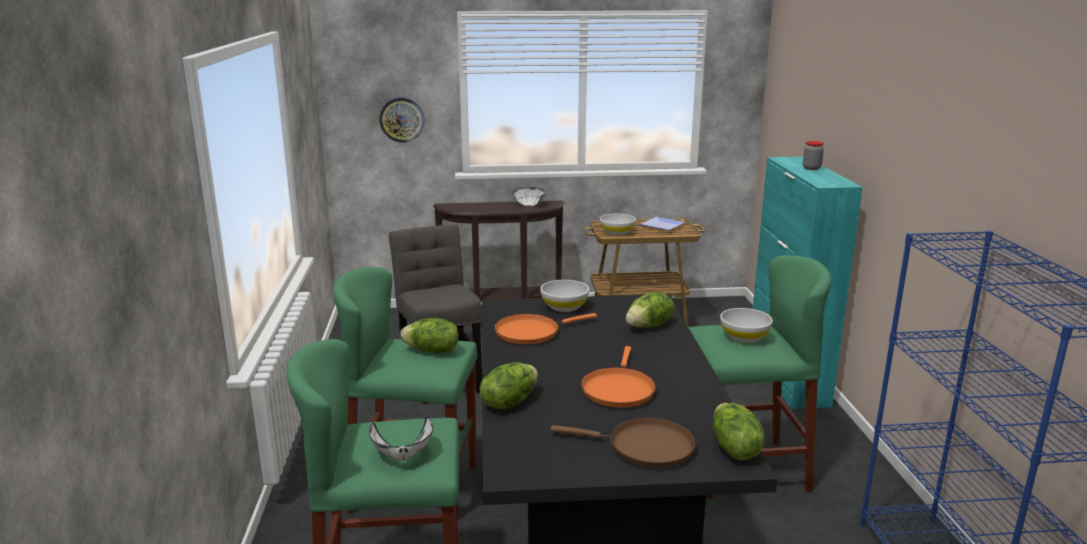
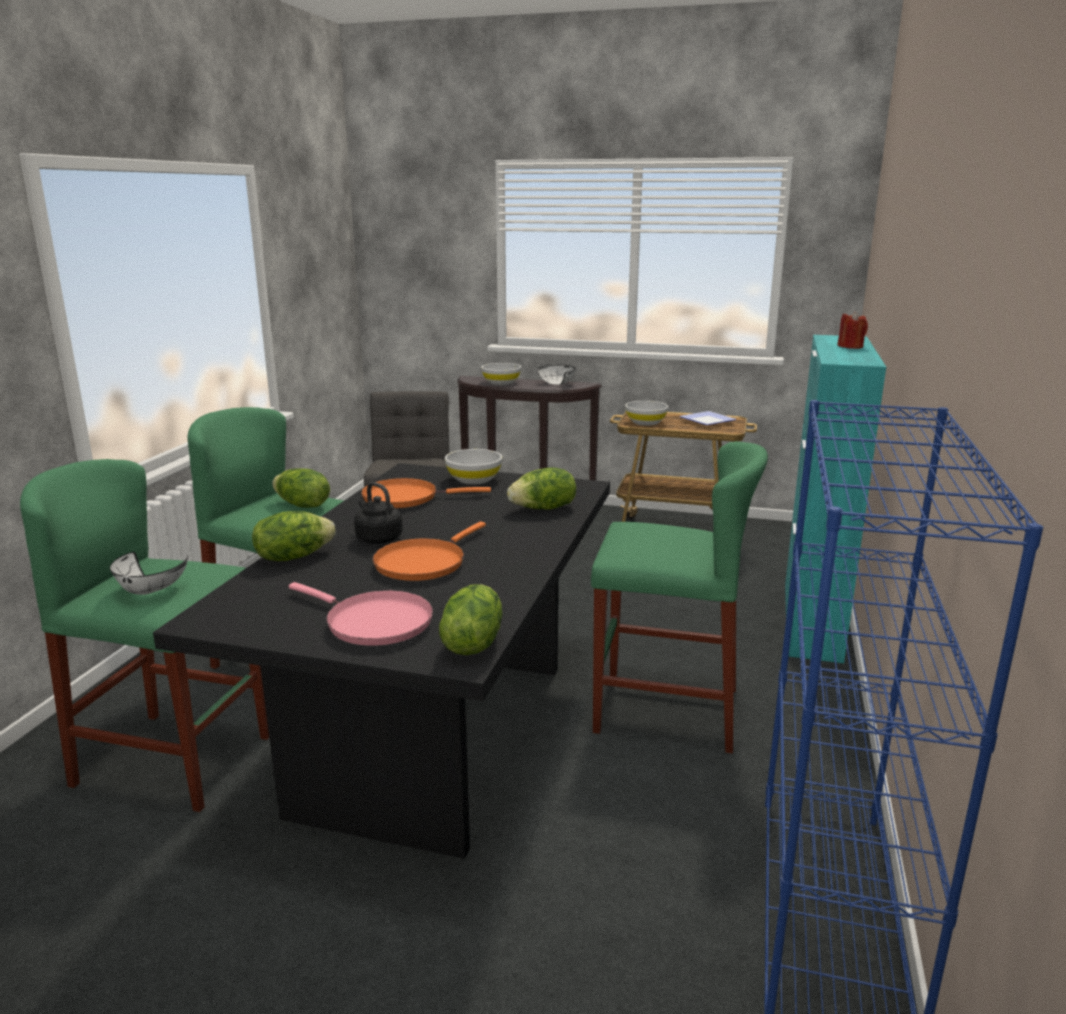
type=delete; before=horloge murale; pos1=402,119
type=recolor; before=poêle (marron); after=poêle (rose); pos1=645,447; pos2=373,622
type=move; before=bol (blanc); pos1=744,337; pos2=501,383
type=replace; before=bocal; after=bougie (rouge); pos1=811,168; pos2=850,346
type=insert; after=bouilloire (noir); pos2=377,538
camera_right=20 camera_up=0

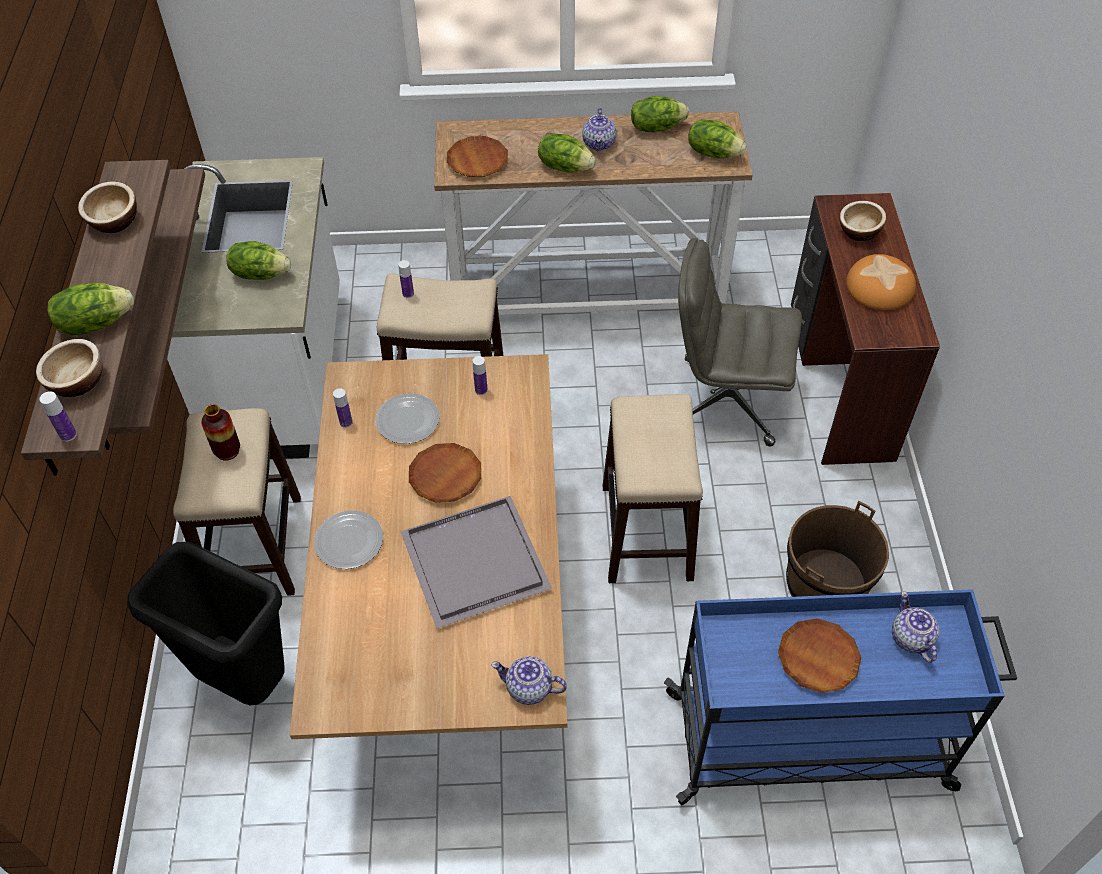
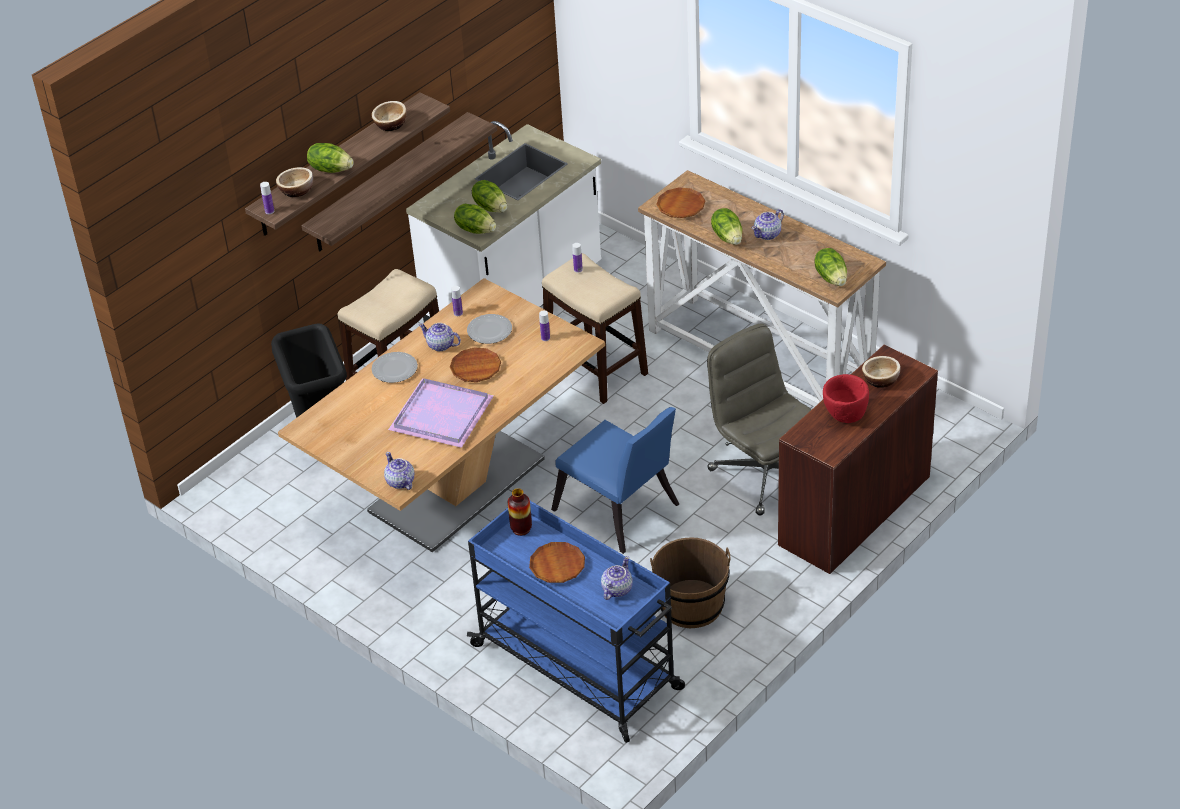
type=move; before=vase; pos1=227,451; pos2=521,529
type=recolor; before=plateau (gris); after=plateau (violet); pos1=476,560; pos2=443,414
type=replace; before=tabouret; after=chaise (bleu); pos1=646,533; pos2=620,512
type=move; before=laitue; pos1=656,127; pos2=475,229
type=replace; before=pain; after=bol (rouge); pos1=879,287; pos2=844,417
type=insert; after=théière; pos2=441,345
camera_right=45 camera_up=-10

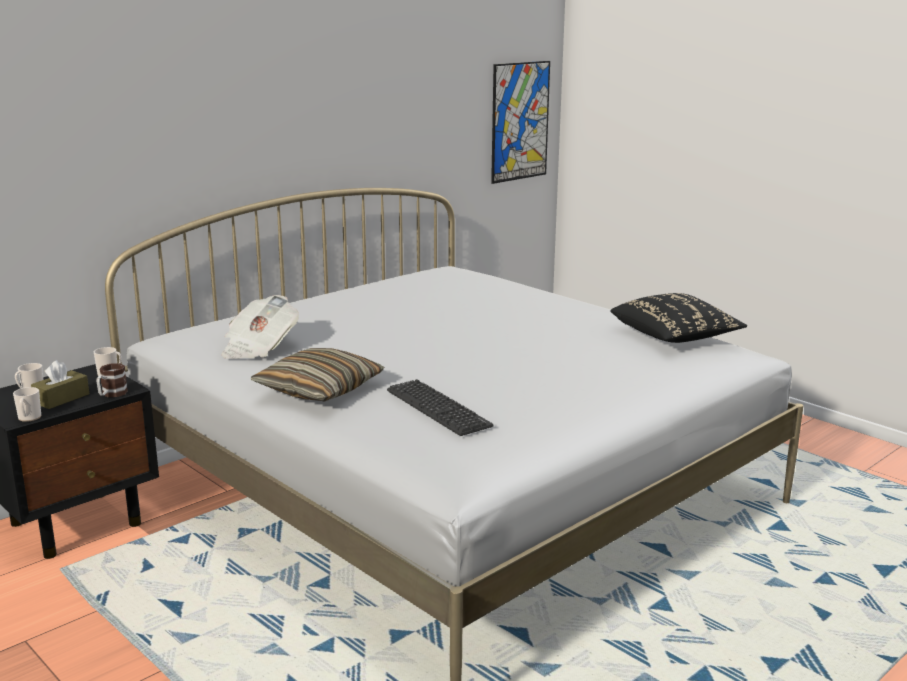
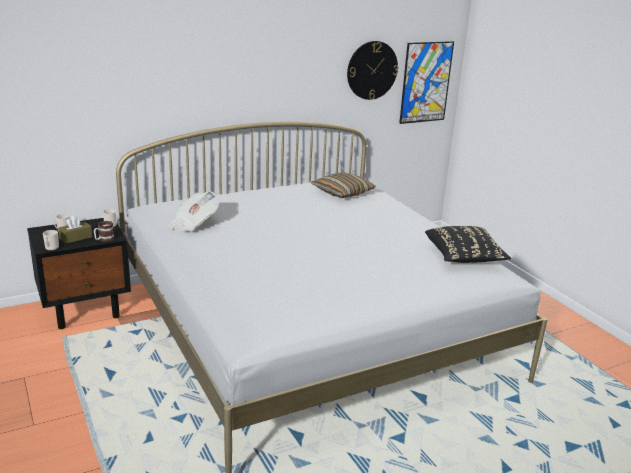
type=move; before=coussin; pos1=319,389; pos2=342,192
type=delete; before=clavier; pos1=438,408
type=insert; after=horloge murale; pos2=372,70
camera_right=15 camera_up=5

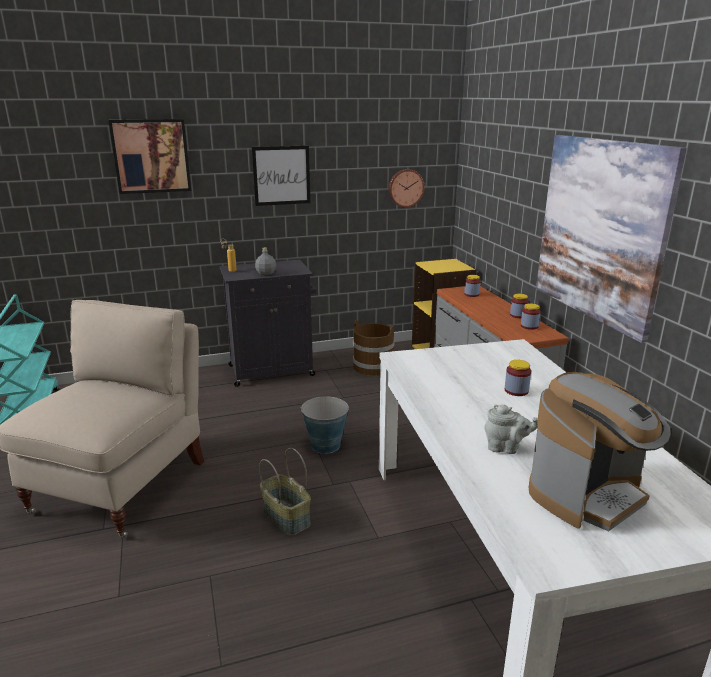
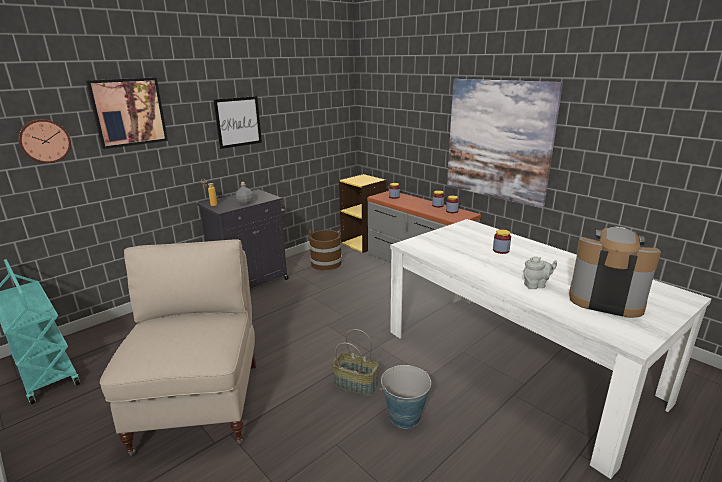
type=move; before=seau; pos1=325,445; pos2=404,417
type=move; before=horloge murale; pos1=405,188; pos2=44,141
type=rotate; before=machine à café; pos1=587,494; pos2=605,299; turn=-90
camera_right=-25 camera_up=0

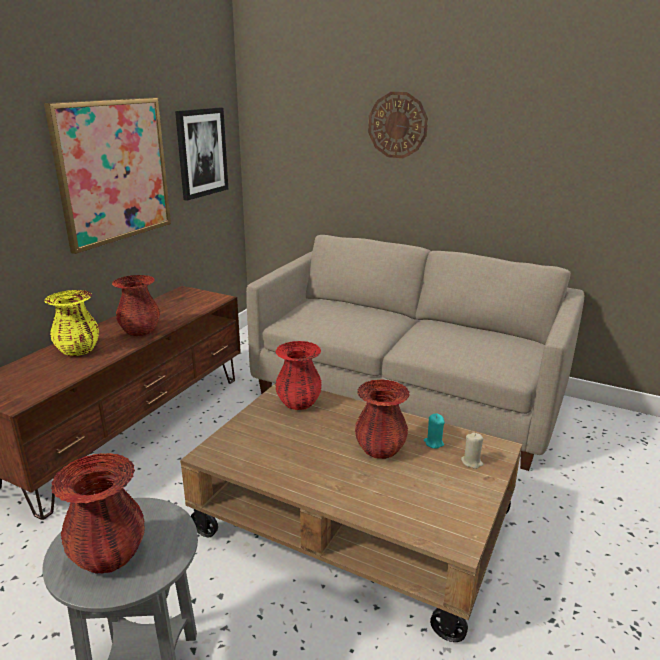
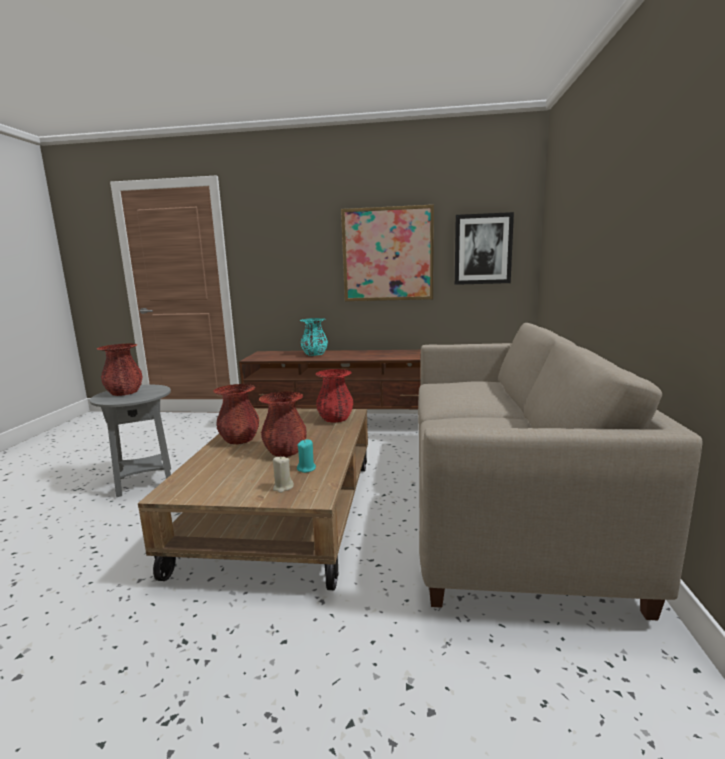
type=recolor; before=vase (jaune); after=vase (turquoise); pos1=78,350; pos2=314,354
type=move; before=vase (rouge); pos1=140,331; pos2=239,440
type=delete; before=horloge murale; pos1=397,125
camera_right=70 camera_up=-10

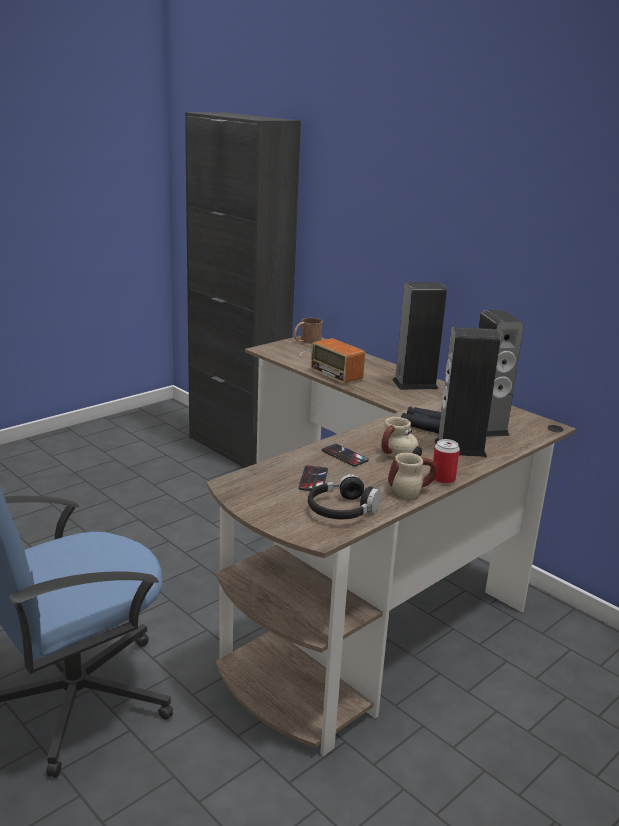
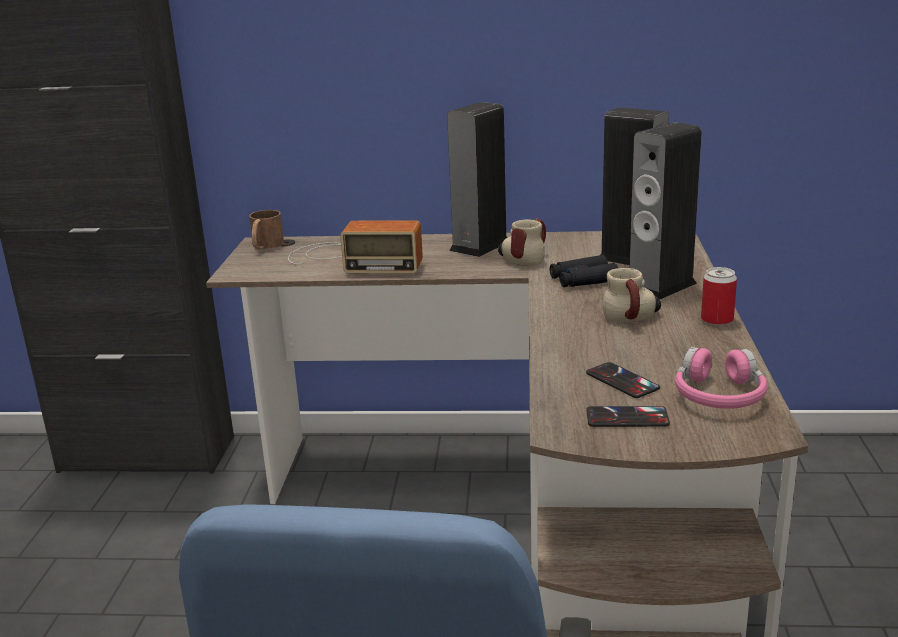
type=recolor; before=casque audio (noir); after=casque audio (rose); pos1=342,510; pos2=719,395
type=move; before=téléphone; pos1=344,455; pos2=627,418
type=move; before=mug; pos1=409,488; pos2=524,259
camera_right=-40 camera_up=0

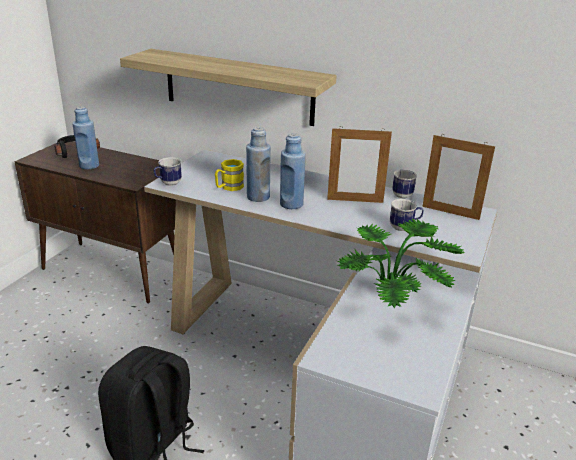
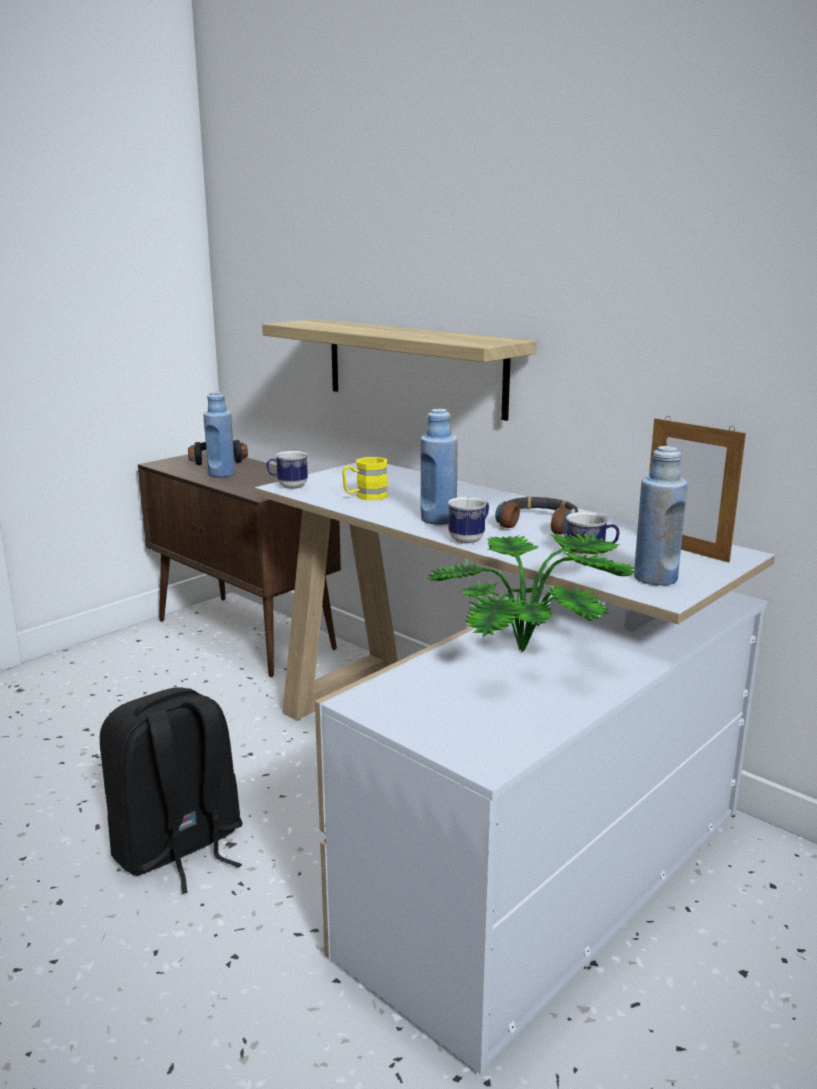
type=move; before=bouteille (bleu); pos1=258,197; pos2=655,578
type=replace; before=cadre photo; after=casque audio; pos1=355,200; pos2=539,524
type=move; before=mug; pos1=403,194; pos2=470,539
camera_right=20 camera_up=-10

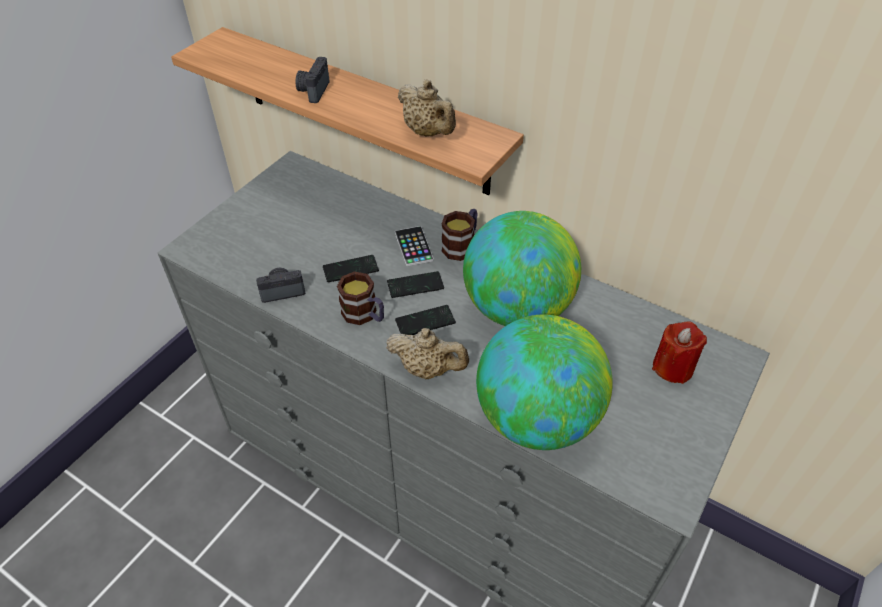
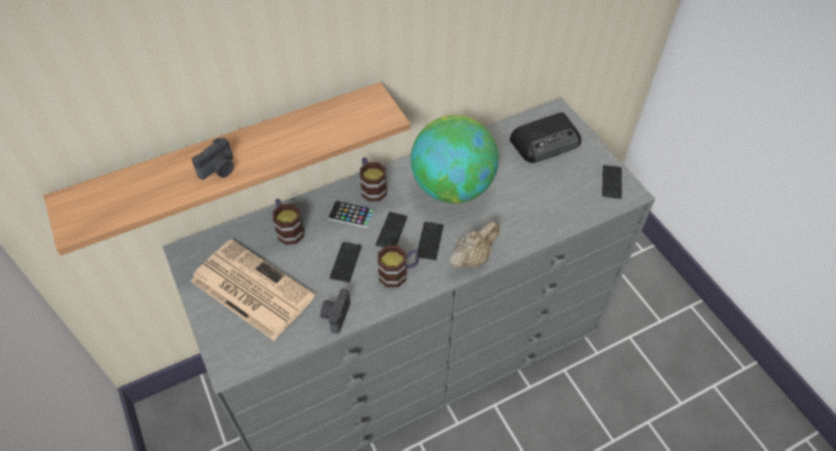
type=rotate; before=appareil photo; pos1=313,91; pos2=219,169; turn=-90
type=delete; before=théière (beige); pos1=428,132
type=delete; before=globe; pos1=536,418
type=replace; before=bougie (rouge); after=radio; pos1=672,367; pos2=546,142
type=insert; after=journal; pos2=250,288
type=insert; after=mug; pos2=288,229
type=insert; after=téléphone; pos2=611,182
camera_right=-60 camera_up=5

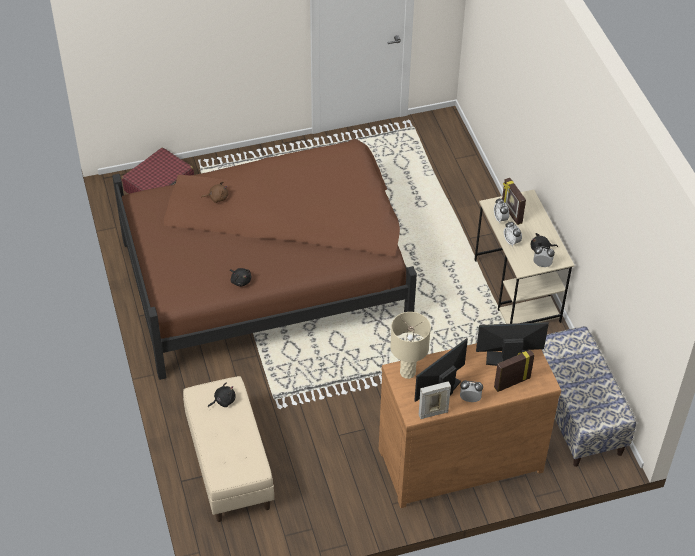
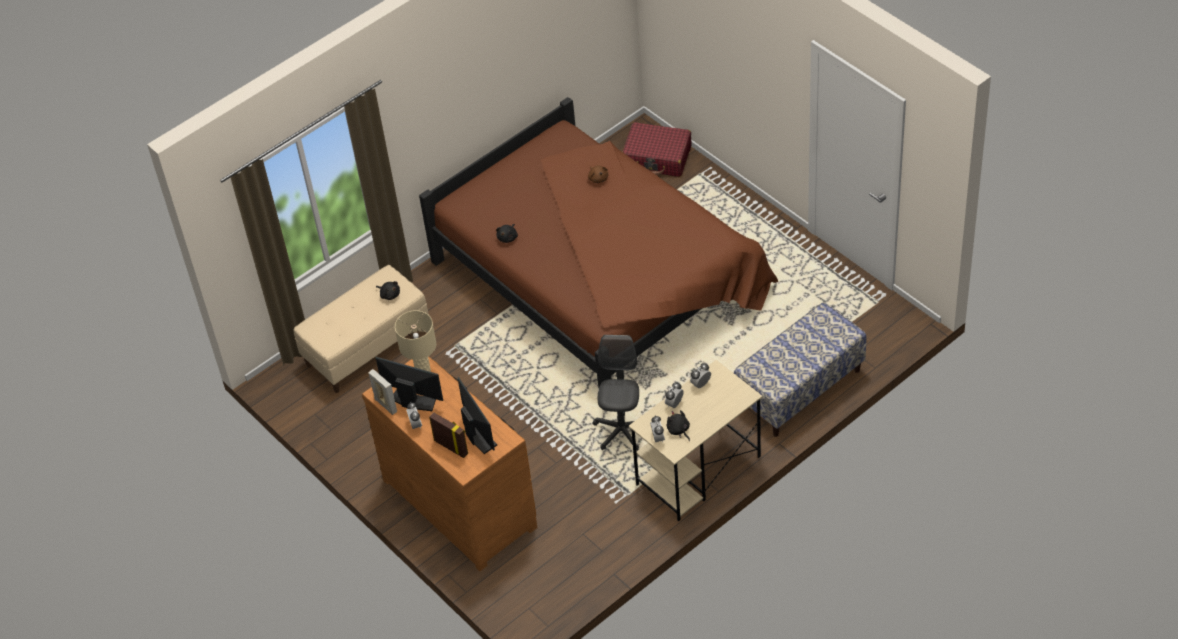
type=delete; before=cadre photo; pos1=511,213
type=move; before=banc; pos1=576,414; pos2=800,389
type=insert; after=chaise de bureau (gris); pos2=622,431
camera_right=70 camera_up=0

